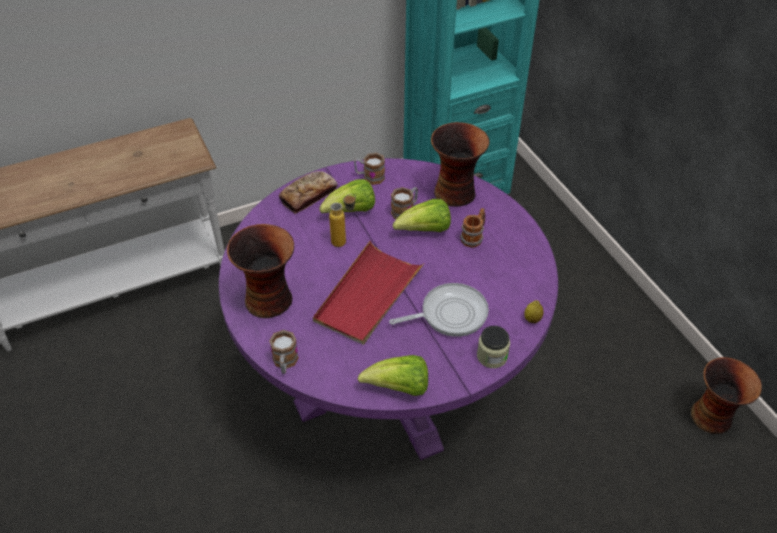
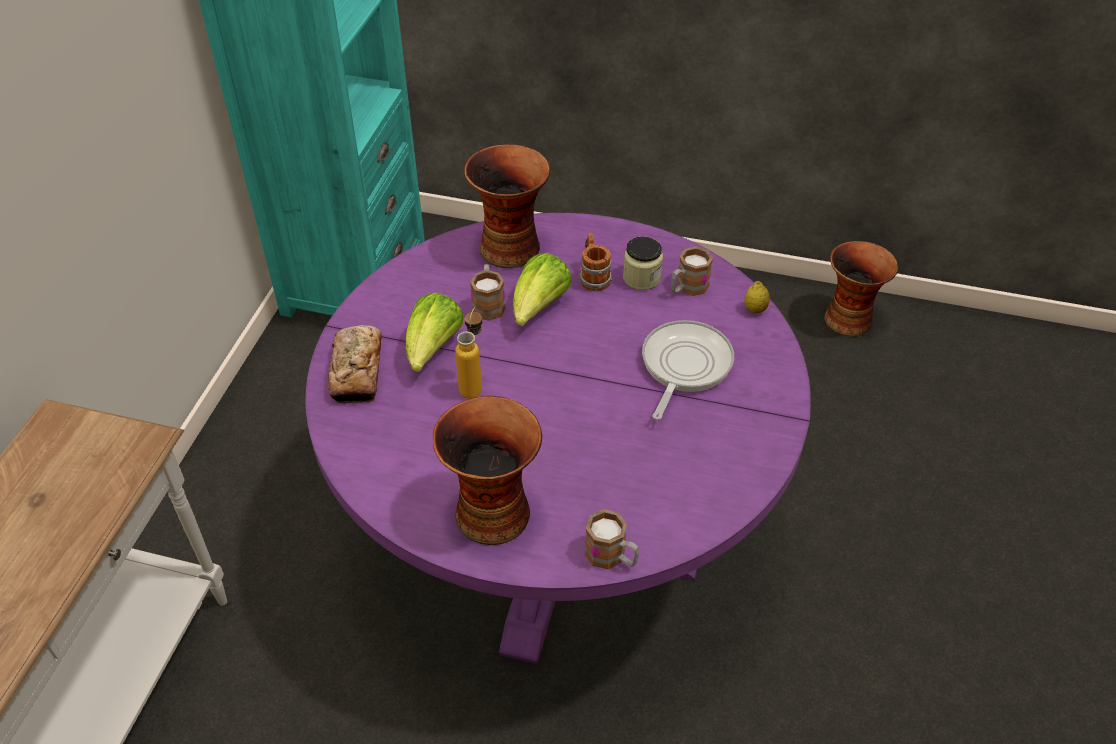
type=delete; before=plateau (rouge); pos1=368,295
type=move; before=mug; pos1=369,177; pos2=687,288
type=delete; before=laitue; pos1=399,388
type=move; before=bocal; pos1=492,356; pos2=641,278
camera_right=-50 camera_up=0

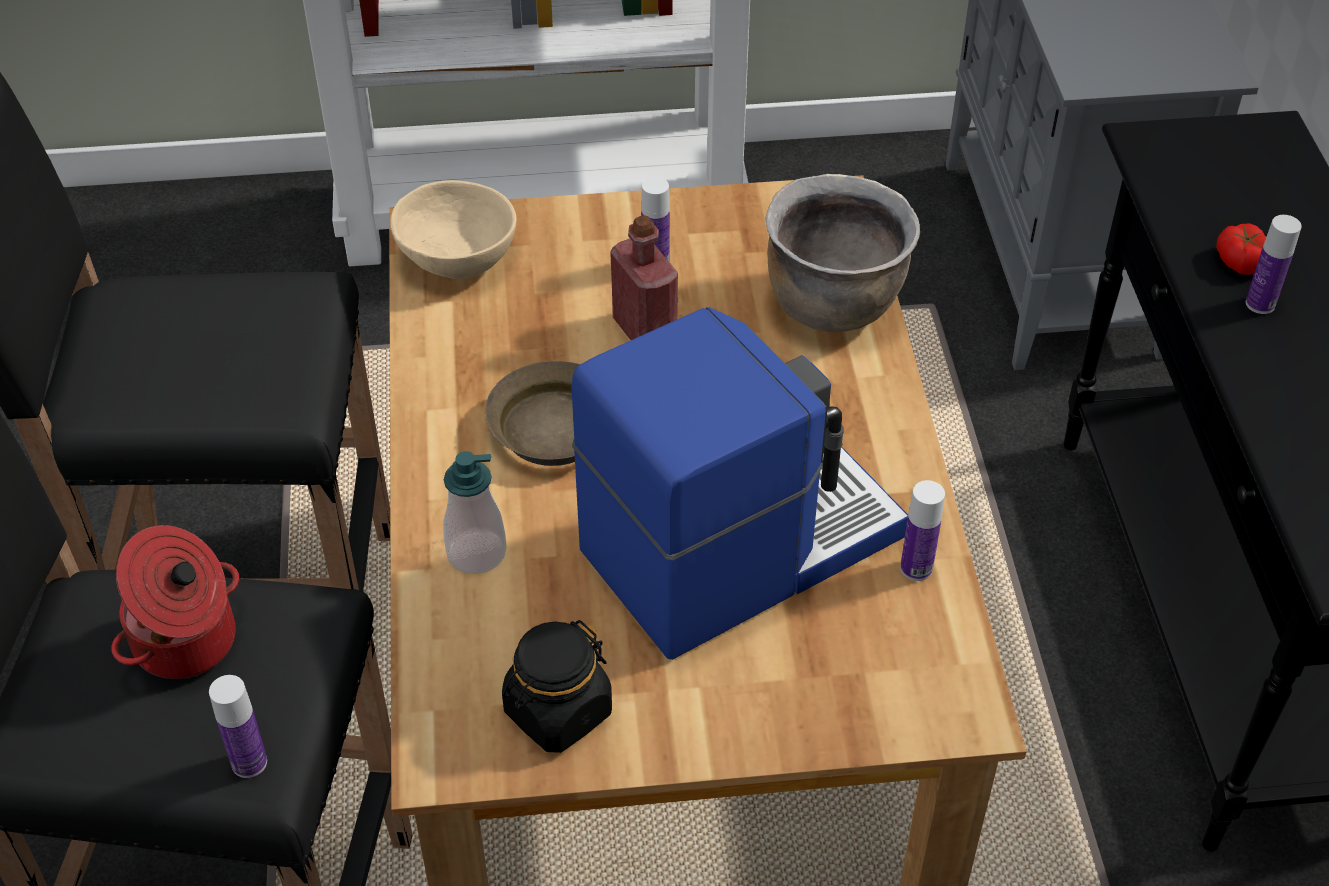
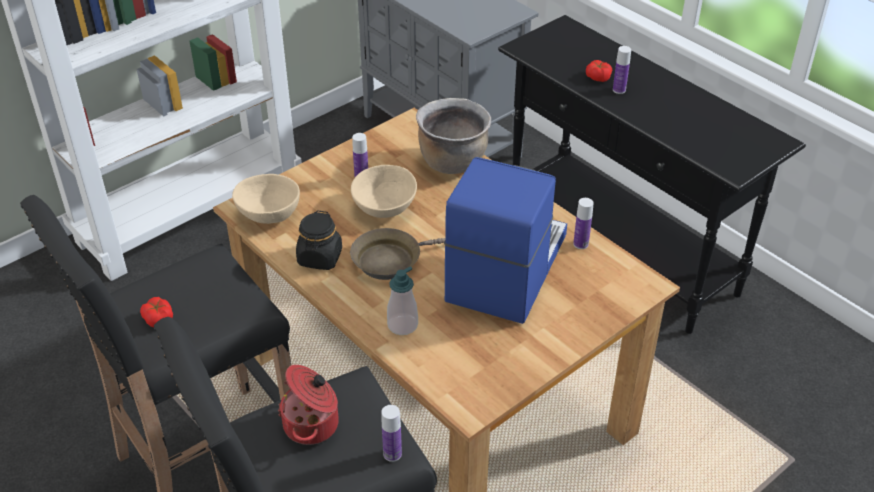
type=move; before=bocal (noir); pos1=557,712; pos2=320,258
type=replace; before=bouteille (rouge); after=bol (beige); pos1=644,330; pos2=384,206
type=insert; after=tomate; pos2=158,319
camera_right=-35 camera_up=-5

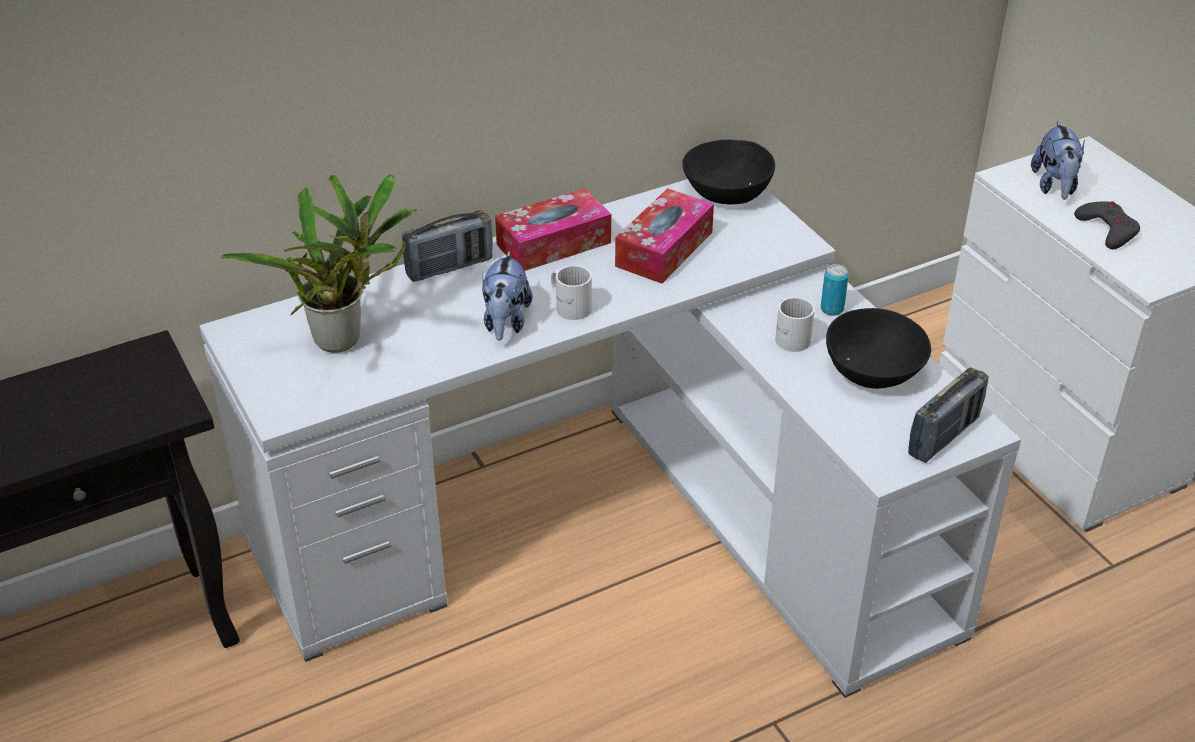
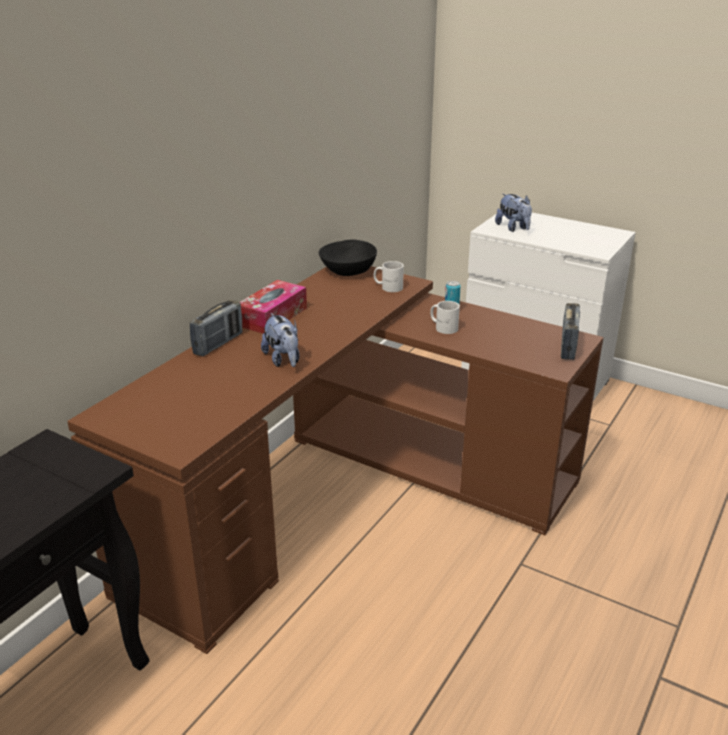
type=recolor; before=bureau (blanc); after=bureau (marron); pos1=620,522; pos2=347,495
type=delete; before=plante en pot; pos1=345,339
type=move; before=mug (blanc); pos1=570,305; pos2=388,287
type=delete; before=boîte à mouchoirs; pos1=664,249
type=delete; before=bol (noir); pos1=874,371
type=delete; before=manette (gris); pos1=1107,229
camera_right=-30 camera_up=-10

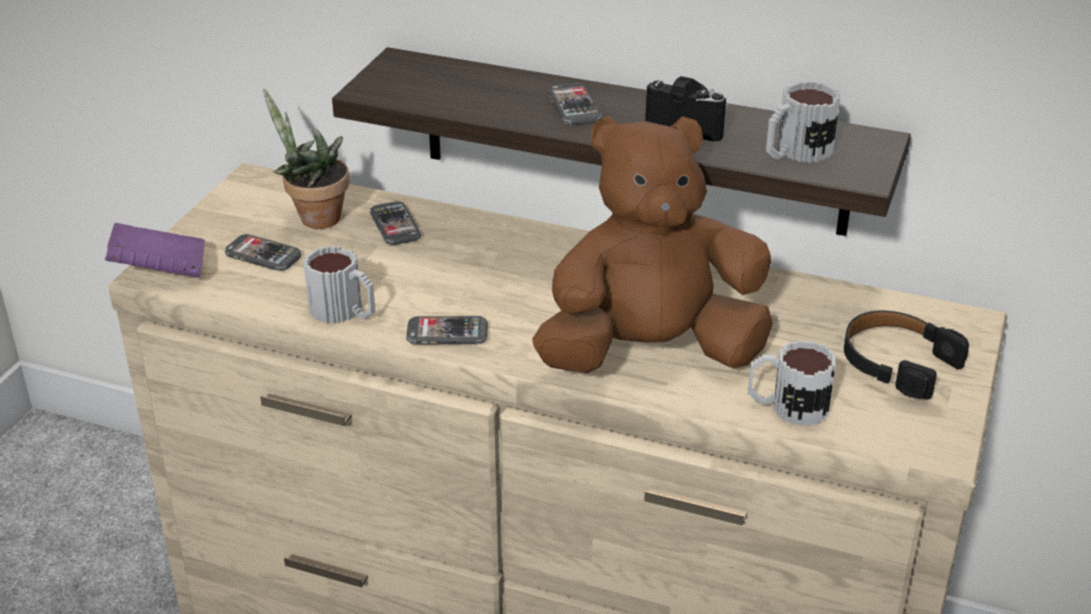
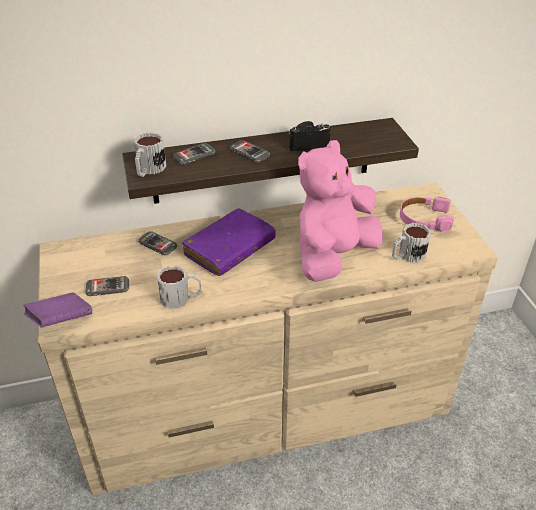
type=delete; before=plante en pot; pos1=314,217
type=move; before=téléphone; pos1=447,333; pos2=194,155
type=recolor; before=peluche (marron); after=peluche (rose); pos1=651,353; pos2=333,256
type=move; before=mug; pos1=795,152; pos2=149,170
type=recolor; before=casque audio (noir); after=casque audio (rose); pos1=897,363; pos2=424,219
type=insert; after=livre (violet); pos2=230,249
camera_right=-35 camera_up=5

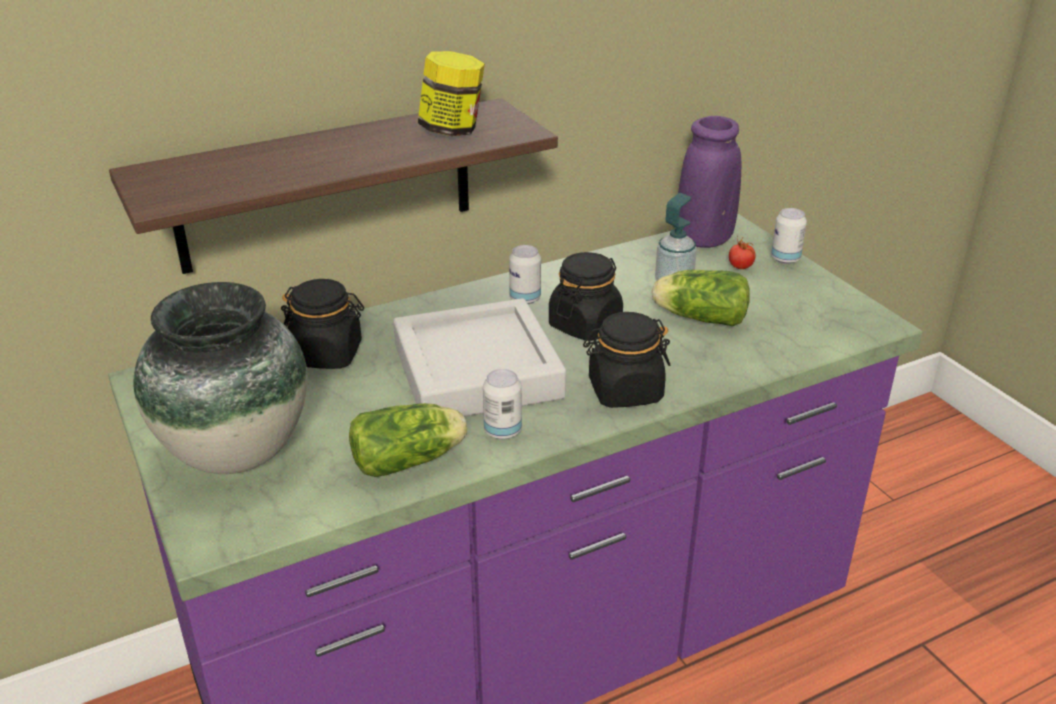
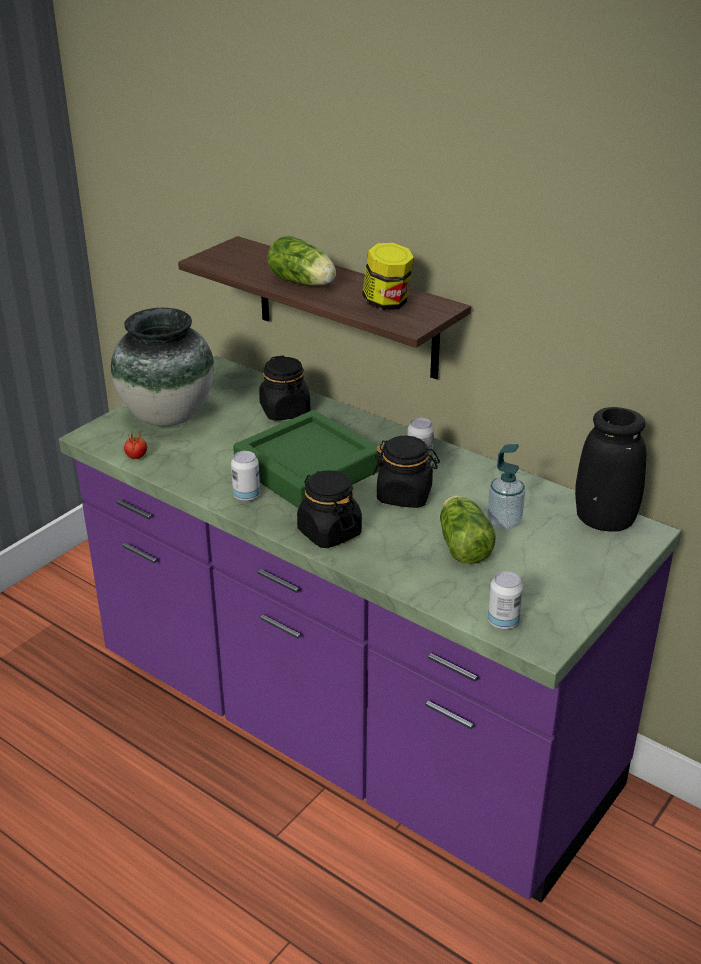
type=move; before=laitue; pos1=411,460; pos2=304,283
type=recolor; before=plateau (gris); after=plateau (vert); pos1=477,371; pos2=307,468
type=recolor; before=vase (violet); after=vase (noir); pos1=704,240; pos2=603,521
type=move; before=tomate; pos1=740,267; pos2=136,457
type=move; before=boîte métallique; pos1=785,259; pos2=503,622
camera_right=65 camera_up=0

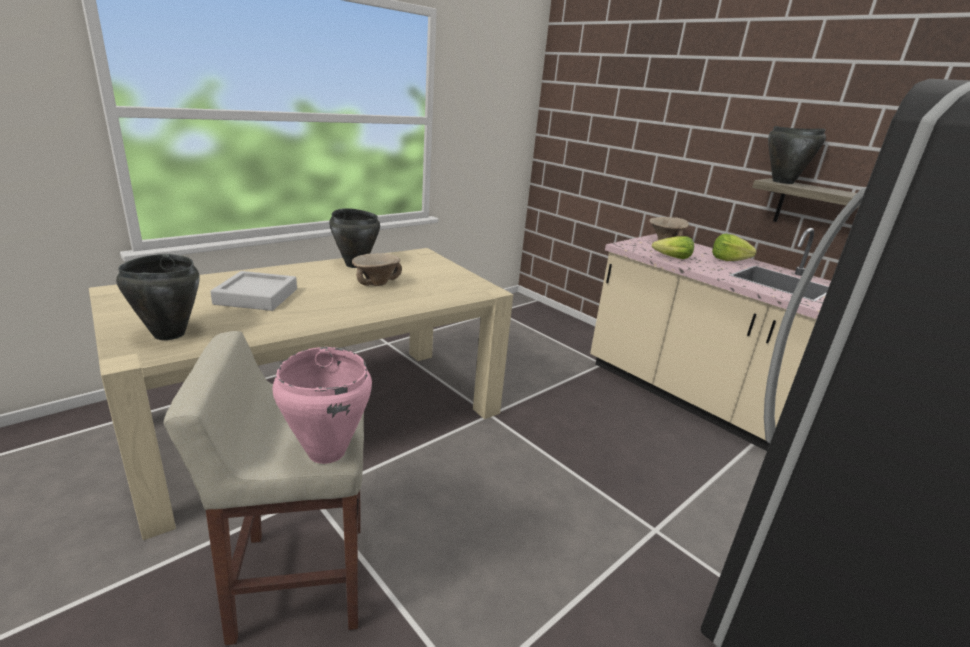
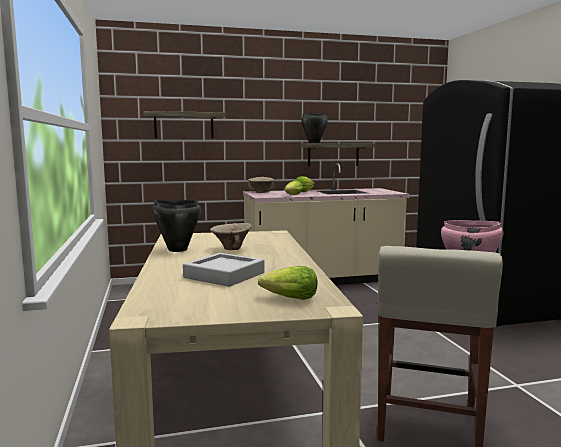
type=replace; before=marmite (noir); after=laitue; pos1=168,334; pos2=290,299
type=insert; after=étagère; pos2=184,125
camera_right=-60 camera_up=-15

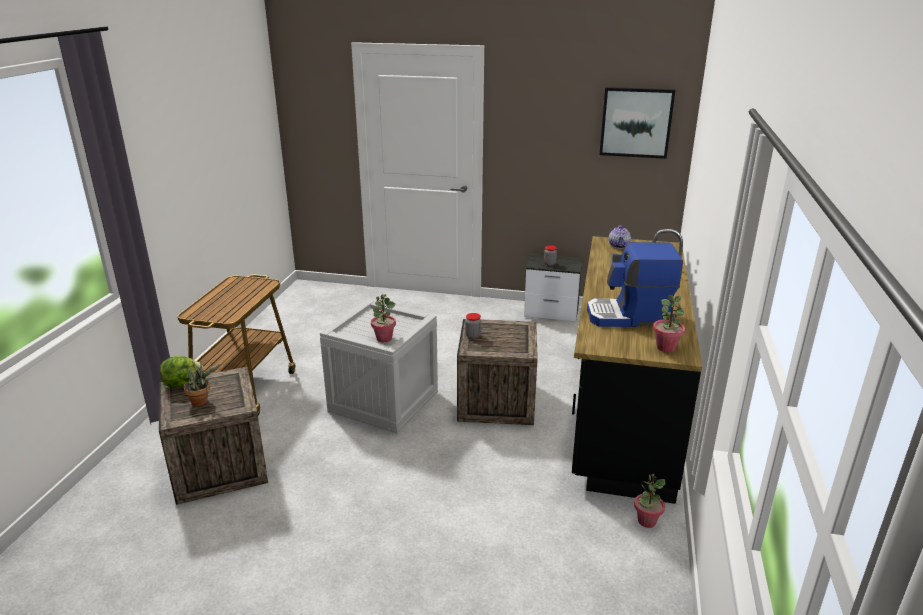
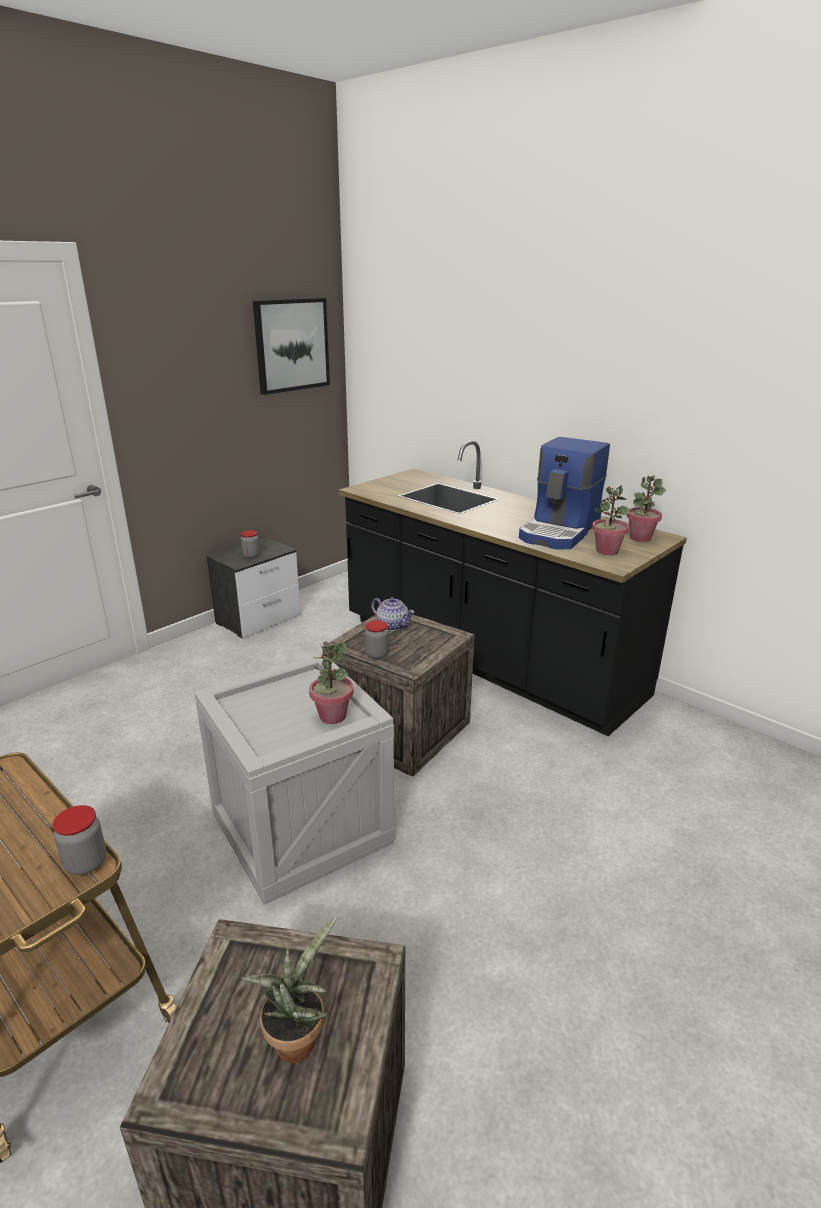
type=delete; before=laitue; pos1=183,384
type=move; before=théière; pos1=619,245; pos2=392,625
type=move; before=plante en pot; pos1=646,521; pos2=606,551
type=insert; after=bocal; pos2=86,863
camera_right=-60 camera_up=0

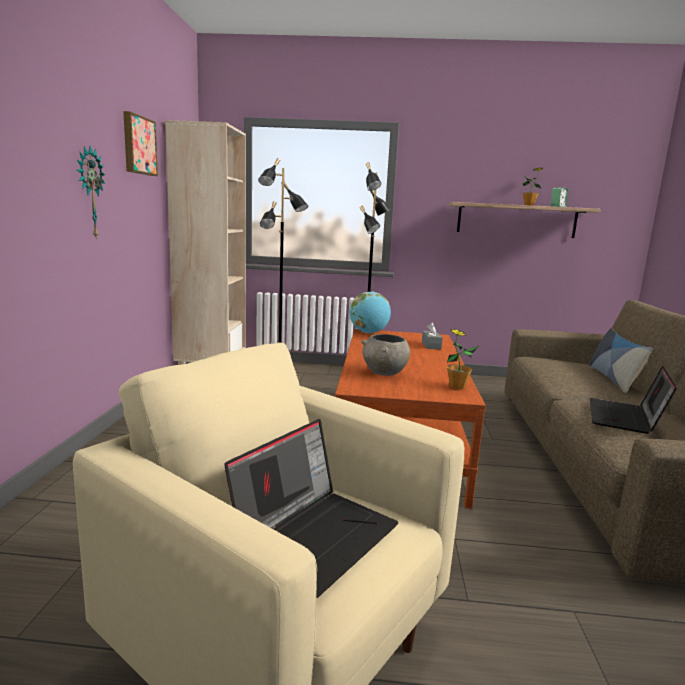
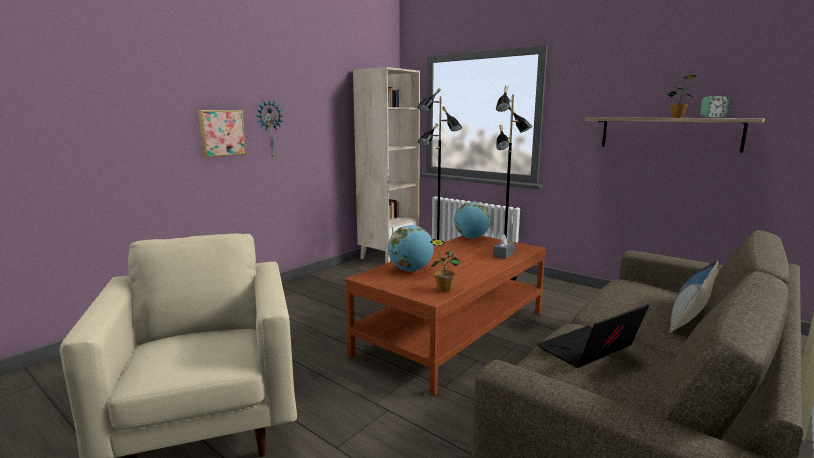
type=move; before=tableau; pos1=138,145; pos2=221,133
type=delete; before=ordinateur portable; pos1=315,535
type=replace; before=bol (gris); after=globe; pos1=384,373; pos2=410,270
camera_right=35 camera_up=0

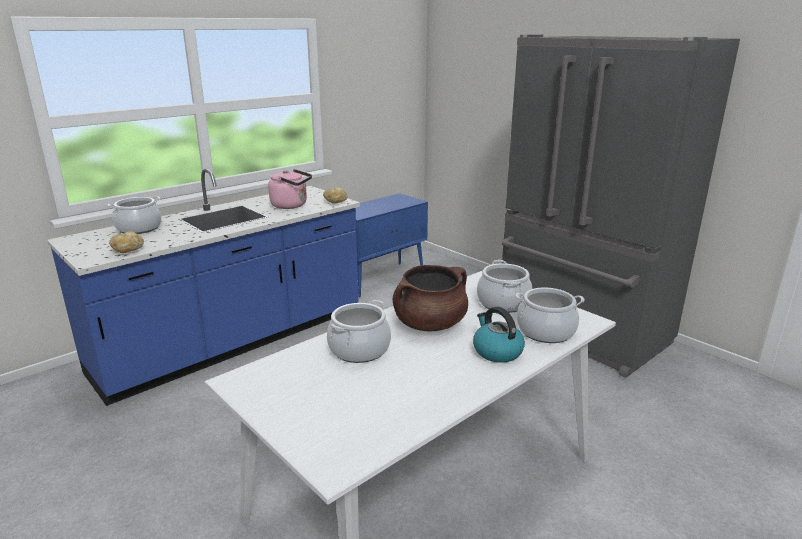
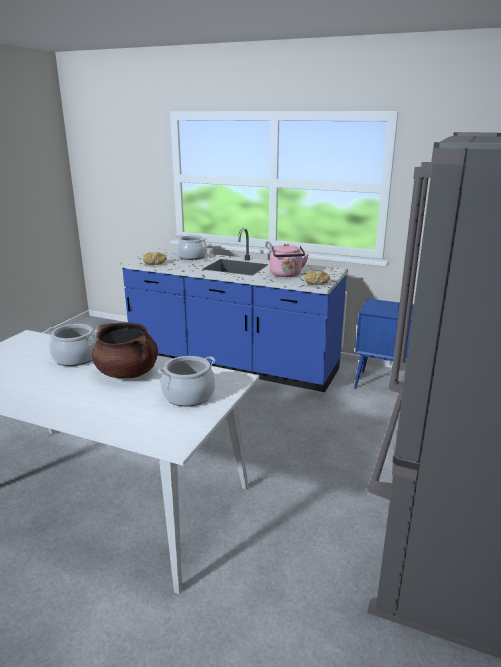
type=delete; before=bouilloire; pos1=496,351
type=delete; before=marmite; pos1=546,331
camera_right=65 camera_up=0

